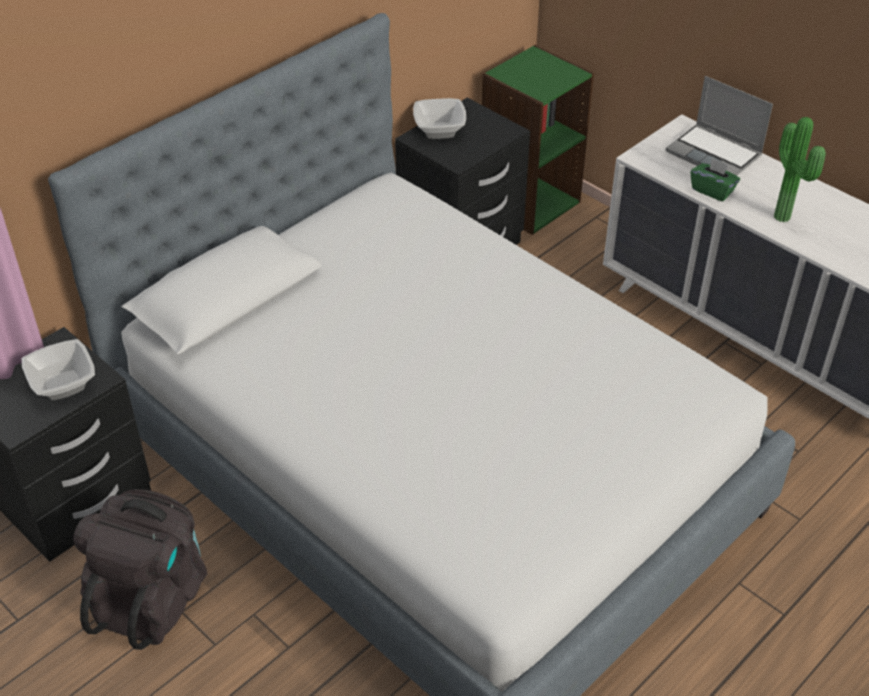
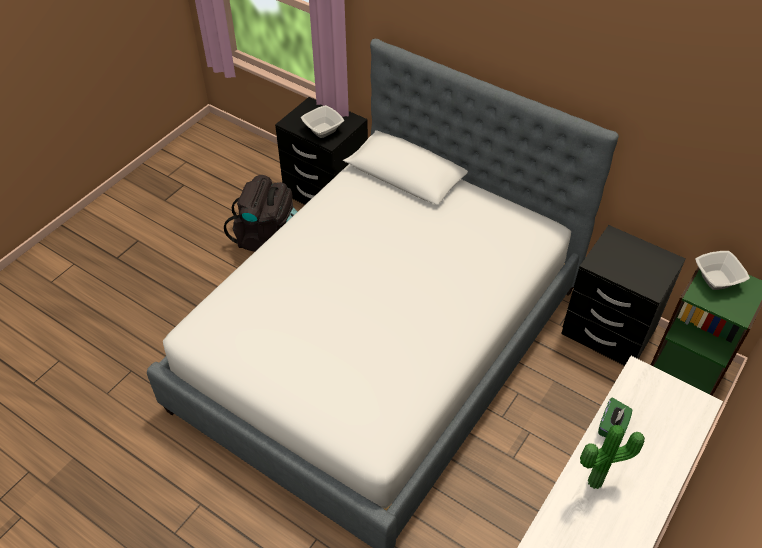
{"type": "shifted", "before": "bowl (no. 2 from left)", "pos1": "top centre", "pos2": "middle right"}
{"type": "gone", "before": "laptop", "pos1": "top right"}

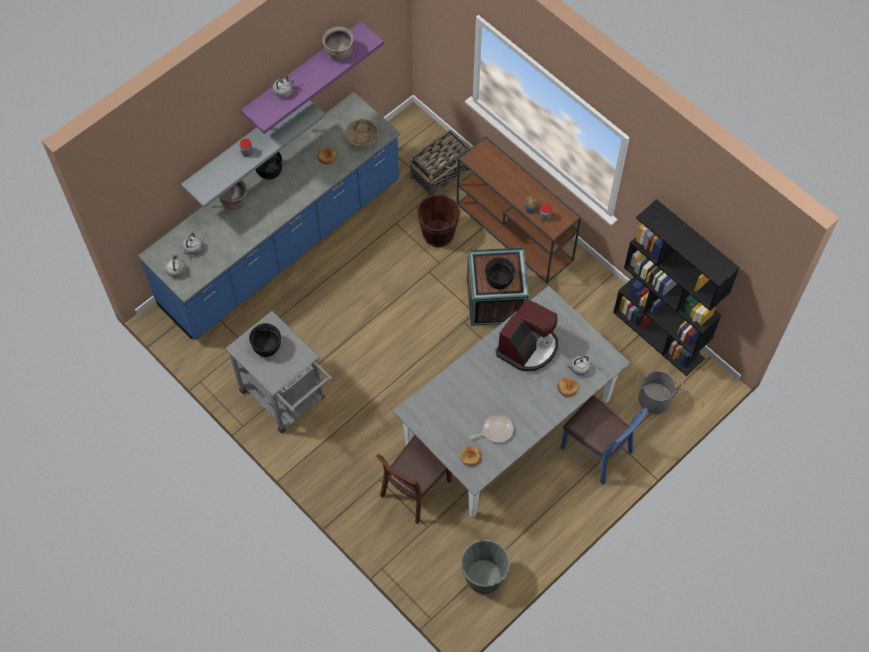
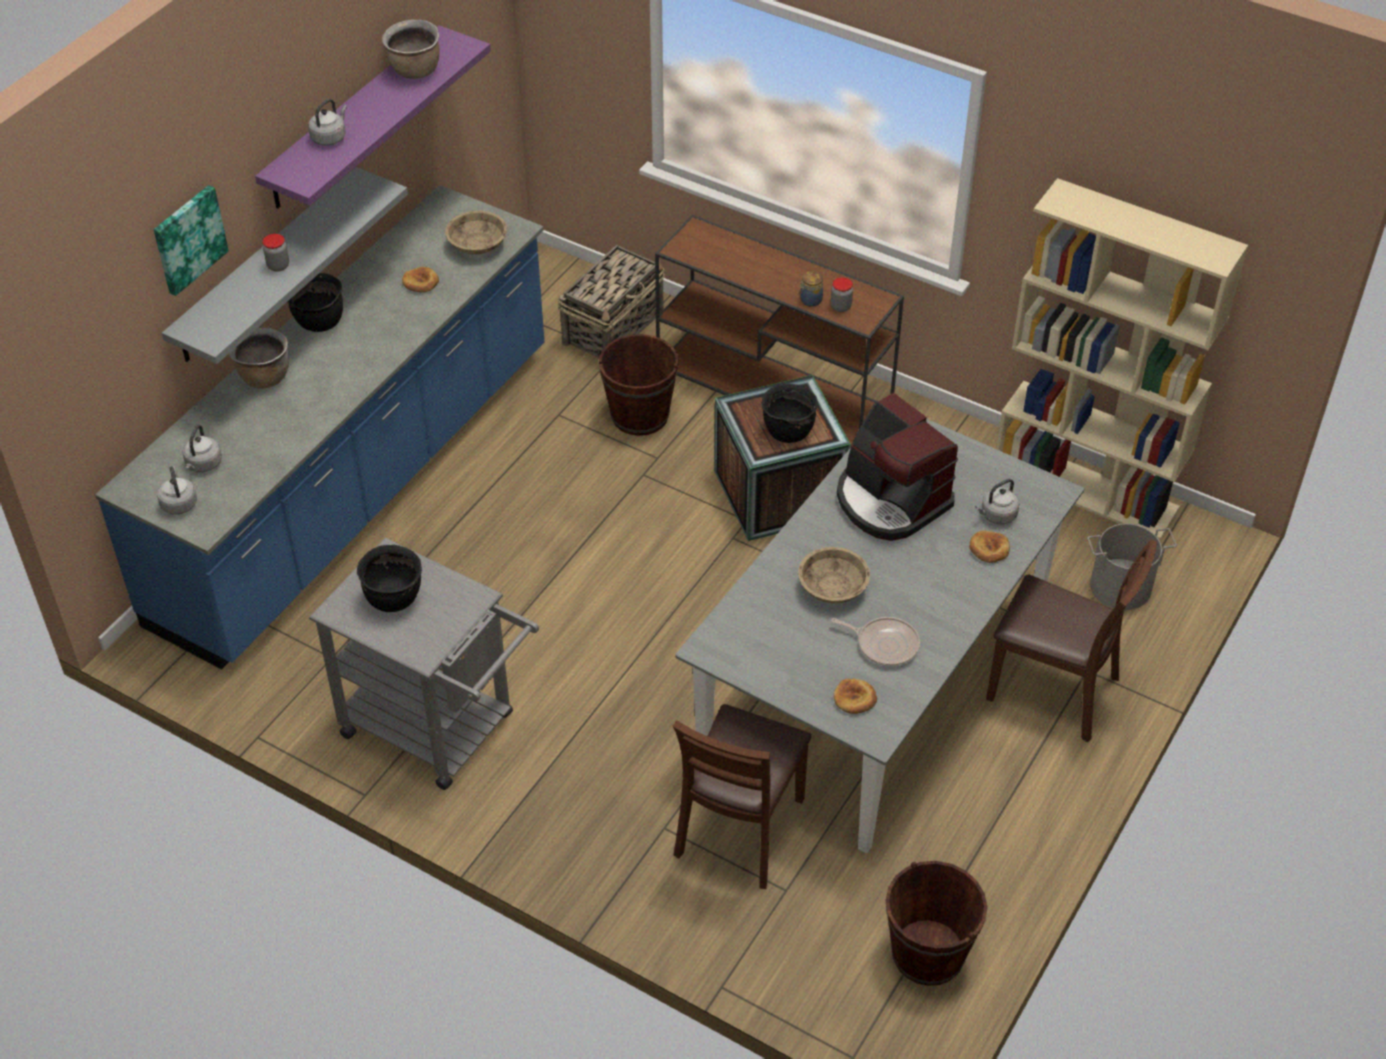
{"type": "new", "after": "wall picture", "pos2": "top left"}
{"type": "new", "after": "sand-coloured bowl (no. 2 from left)", "pos2": "centre"}
{"type": "rotated", "before": "pan", "pos1": "centre", "pos2": "centre", "turn": 60}
{"type": "rotated", "before": "coffee brewer", "pos1": "centre", "pos2": "centre", "turn": 120}
{"type": "repainted", "before": "greyish pail (no. 1 from left)", "after": "brown-coloured pail (no. 2 from left)", "pos1": "bottom centre", "pos2": "bottom right"}
{"type": "repainted", "before": "blue-coloured plain chair", "after": "brown-coloured plain chair (no. 2 from left)", "pos1": "bottom right", "pos2": "middle right"}
{"type": "repainted", "before": "black bookshelf", "after": "sand-coloured bookshelf", "pos1": "middle right", "pos2": "middle right"}

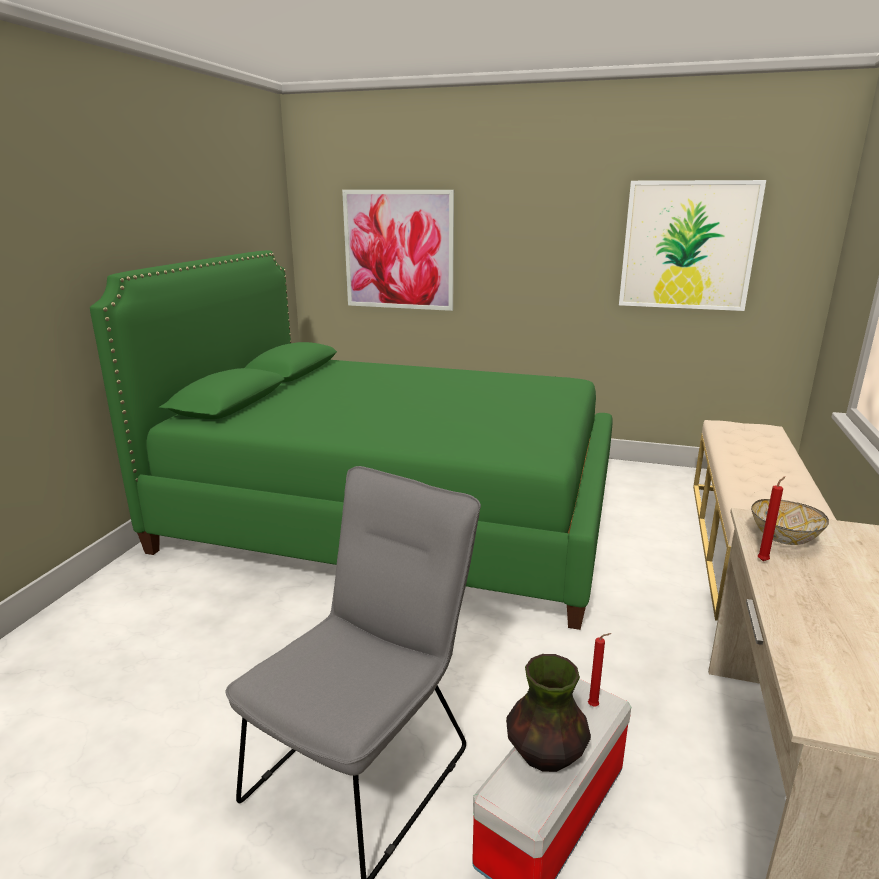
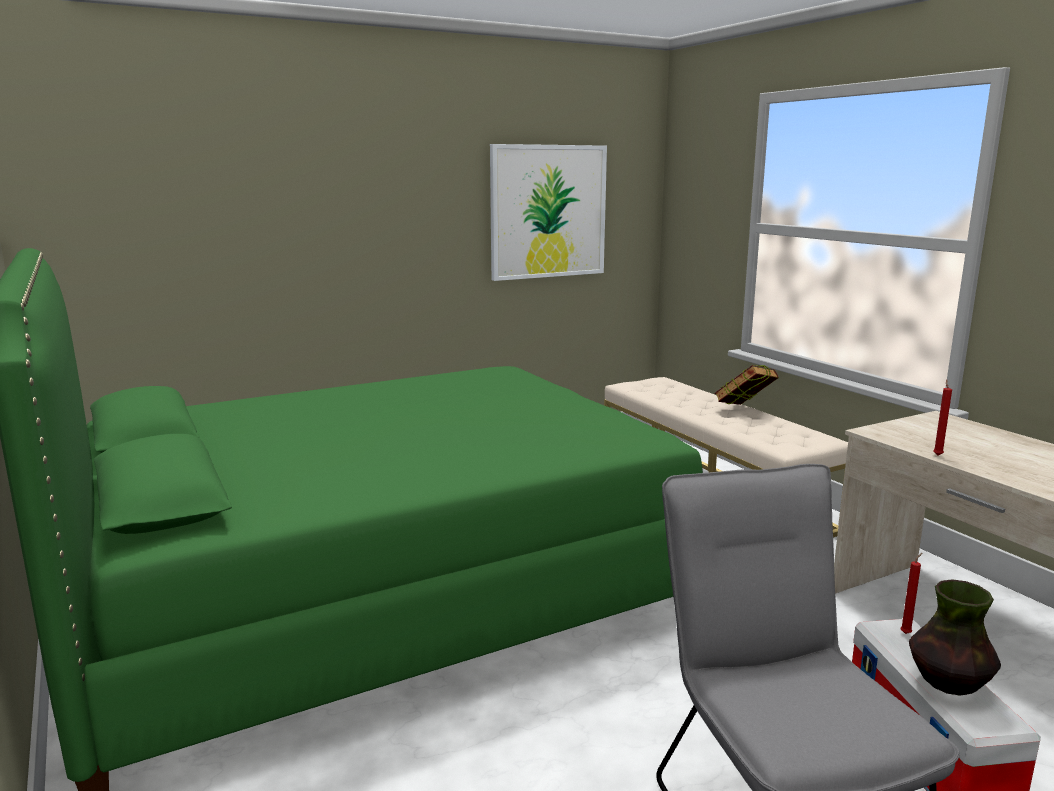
{"type": "new", "after": "bound book", "pos2": "middle right"}
{"type": "gone", "before": "wall picture (no. 1 from left)", "pos1": "top centre"}
{"type": "gone", "before": "bowl", "pos1": "middle right"}

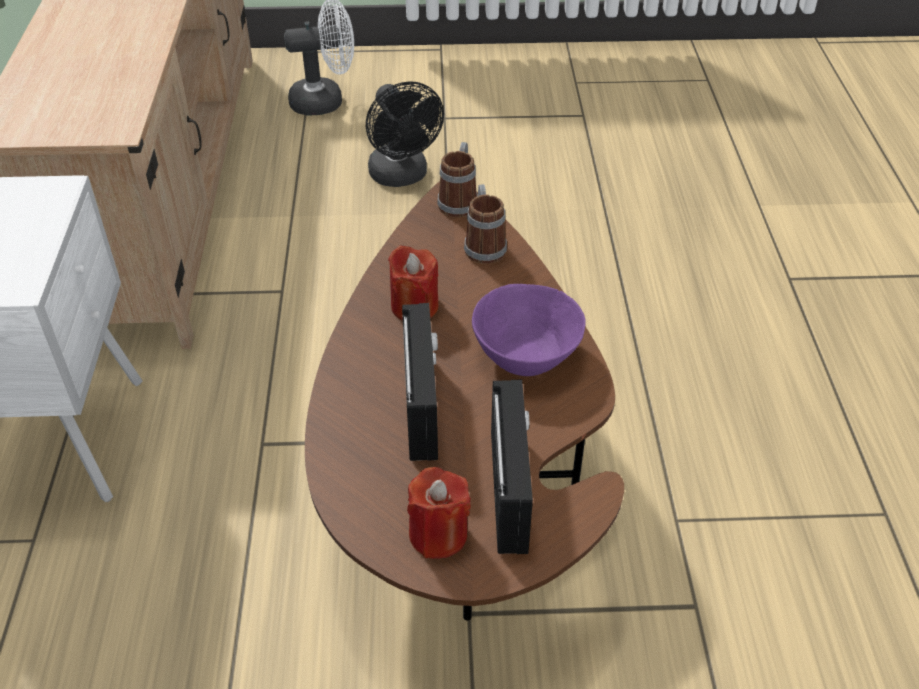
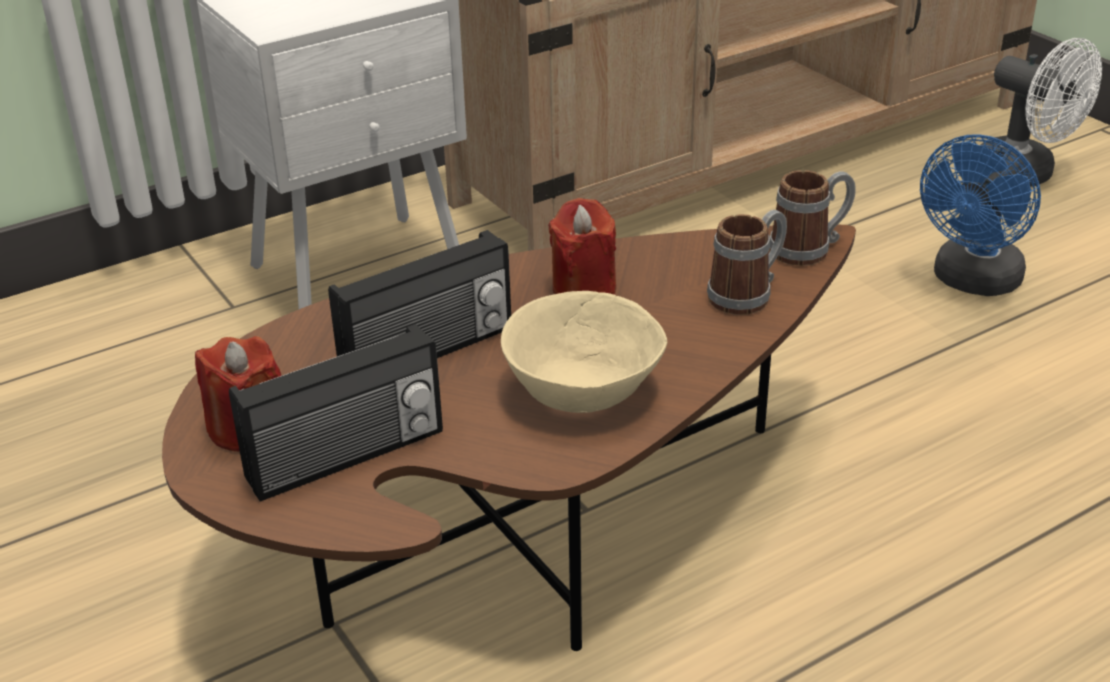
{"type": "repainted", "before": "purplish bowl", "after": "sand-coloured bowl", "pos1": "centre", "pos2": "centre"}
{"type": "repainted", "before": "black electric fan", "after": "blue-coloured electric fan", "pos1": "top centre", "pos2": "top right"}

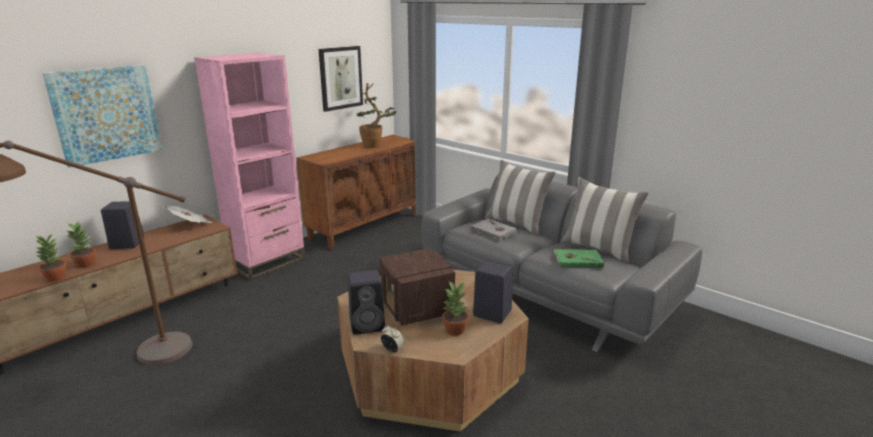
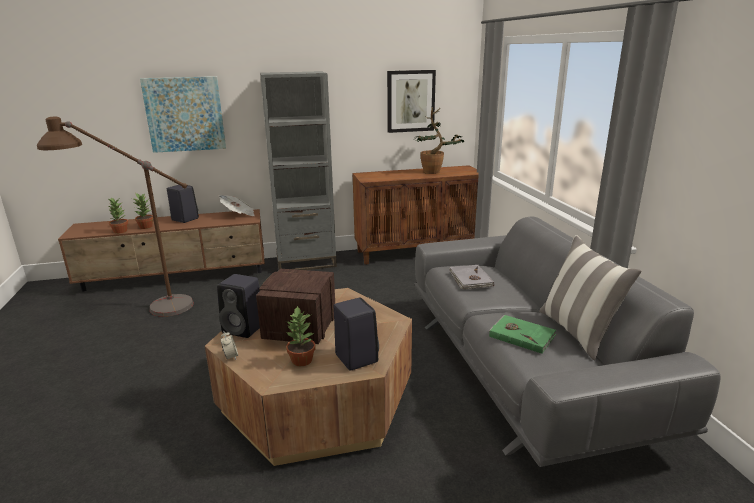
{"type": "repainted", "before": "pink bookshelf", "after": "greyish bookshelf", "pos1": "middle left", "pos2": "centre"}
{"type": "gone", "before": "cushion (no. 1 from left)", "pos1": "centre"}

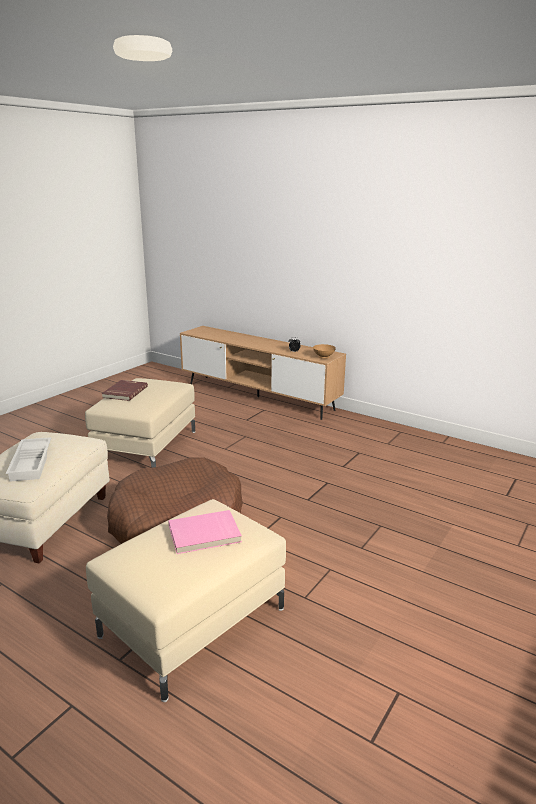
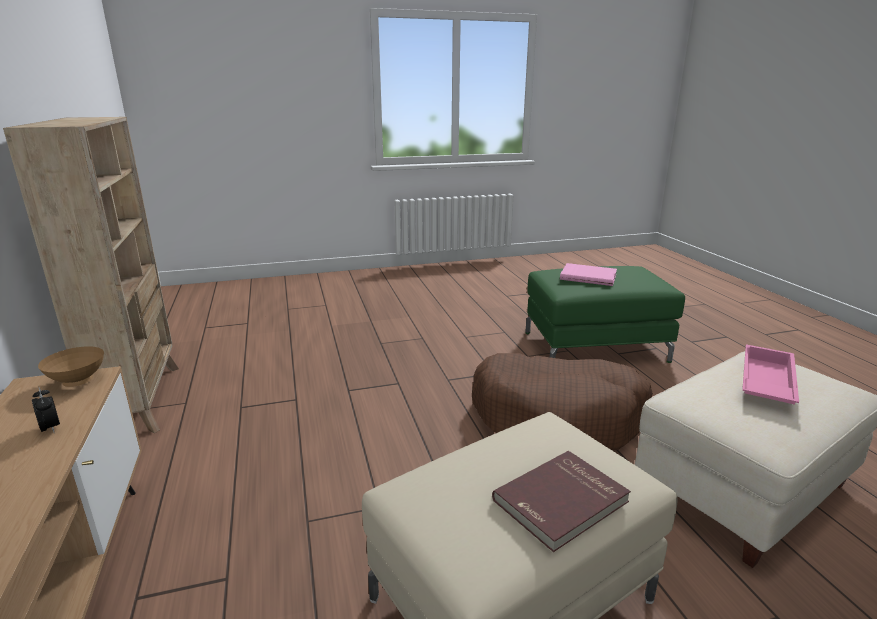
{"type": "new", "after": "sand-coloured bookshelf", "pos2": "middle left"}
{"type": "repainted", "before": "sand-coloured pouffe (no. 3 from left)", "after": "green pouffe", "pos1": "bottom centre", "pos2": "middle right"}
{"type": "repainted", "before": "white tray", "after": "pink tray", "pos1": "middle left", "pos2": "middle right"}

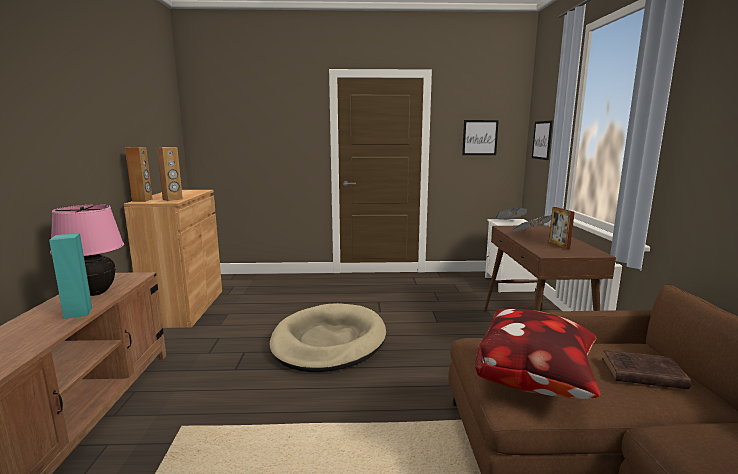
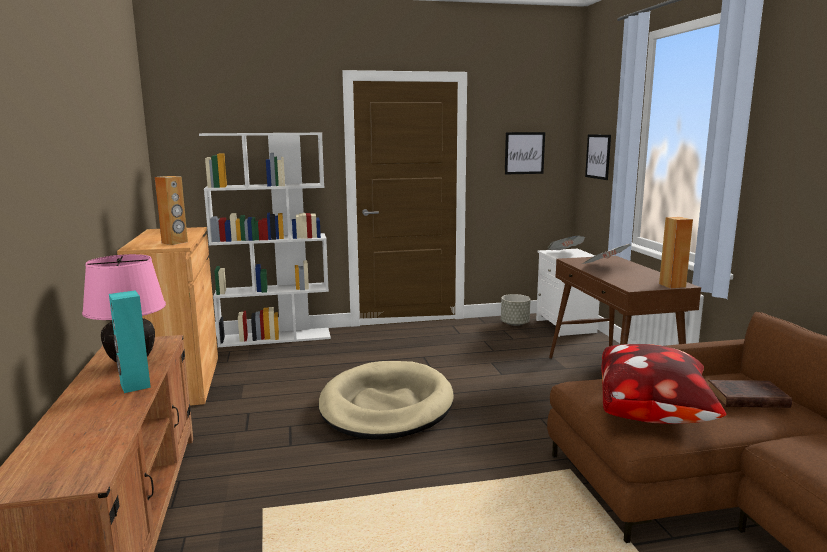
{"type": "new", "after": "white bookshelf", "pos2": "middle left"}
{"type": "new", "after": "greyish flower pot", "pos2": "centre"}
{"type": "shifted", "before": "brown-coloured speaker (no. 1 from left in the first image)", "after": "brown-coloured speaker (no. 2 from left)", "pos1": "middle left", "pos2": "middle right"}
{"type": "gone", "before": "standing frame", "pos1": "middle right"}

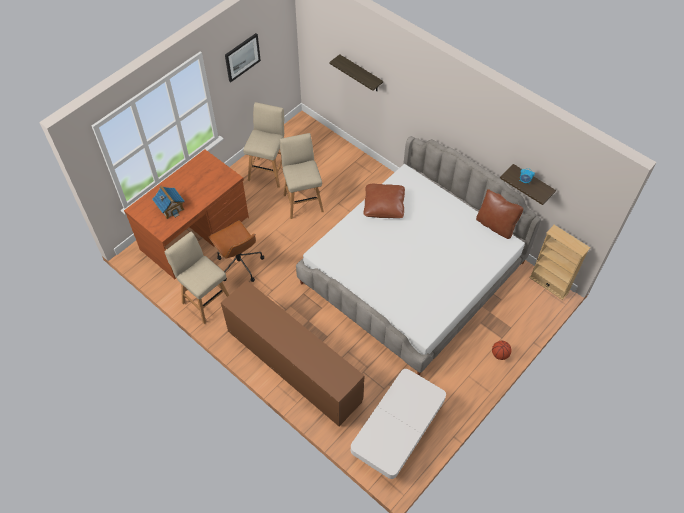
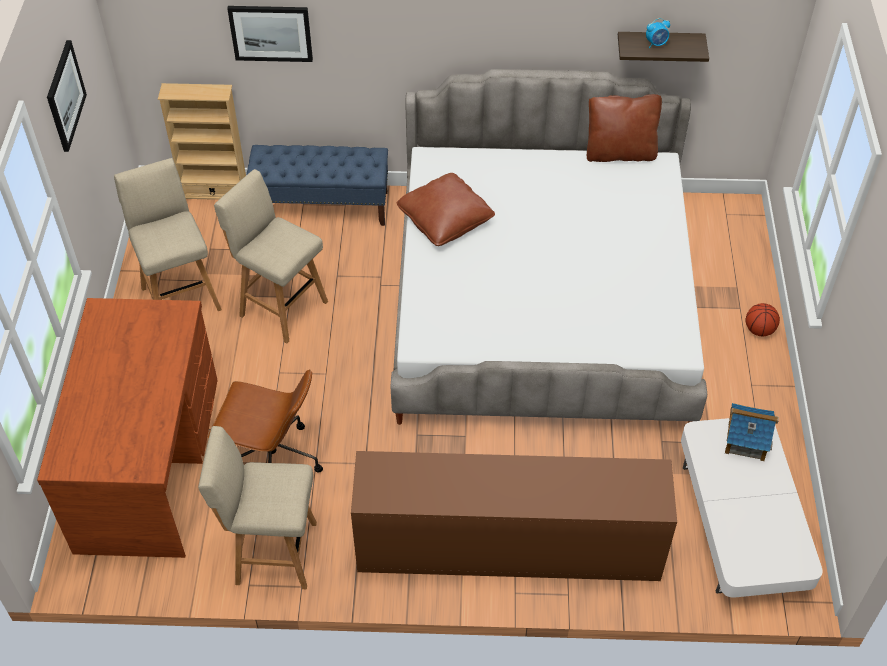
{"type": "shifted", "before": "sand-coloured bookshelf", "pos1": "middle right", "pos2": "top left"}
{"type": "swapped", "before": "bracket shelf (no. 1 from left)", "after": "wall picture (no. 2 from left)", "pos1": "top centre", "pos2": "top left"}
{"type": "new", "after": "blue-coloured long seat", "pos2": "top centre"}
{"type": "shifted", "before": "toy house", "pos1": "middle left", "pos2": "middle right"}

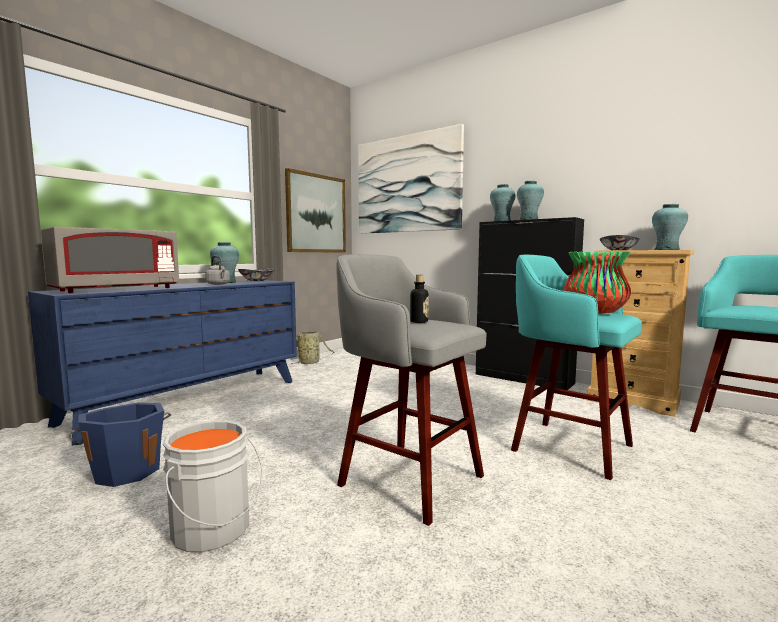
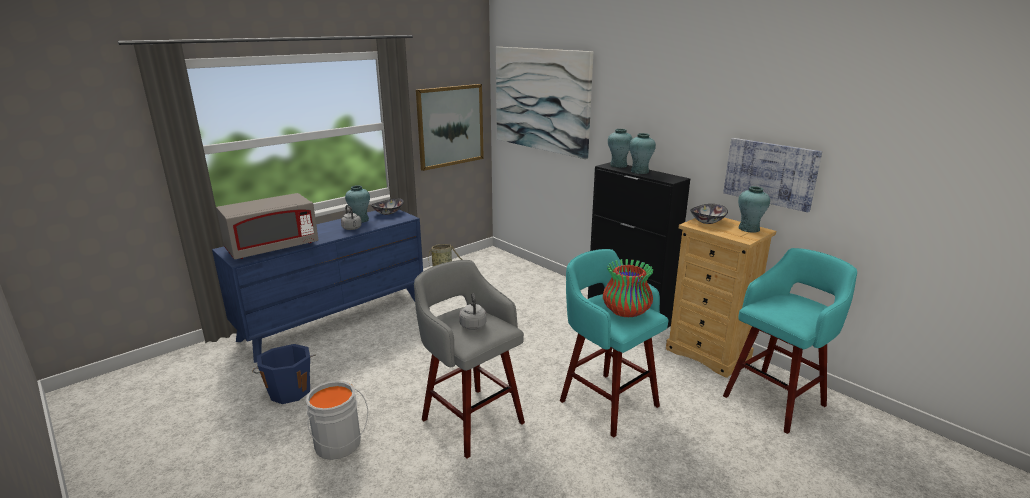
{"type": "swapped", "before": "drink bottle", "after": "greyish water kettle (no. 2 from left)", "pos1": "centre", "pos2": "centre"}
{"type": "new", "after": "wall picture (no. 3 from left)", "pos2": "middle right"}

